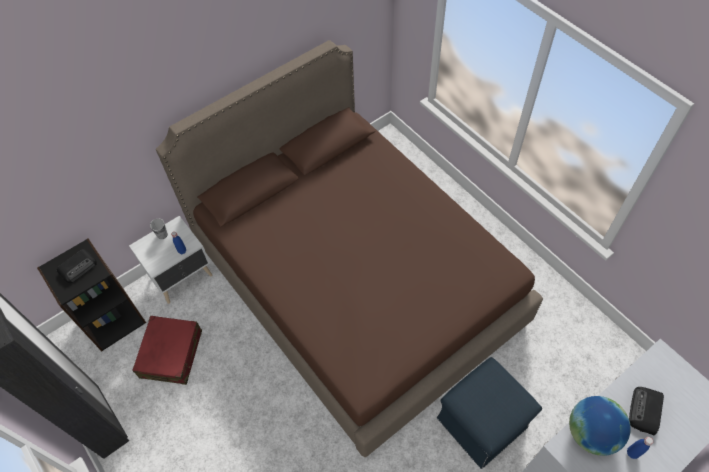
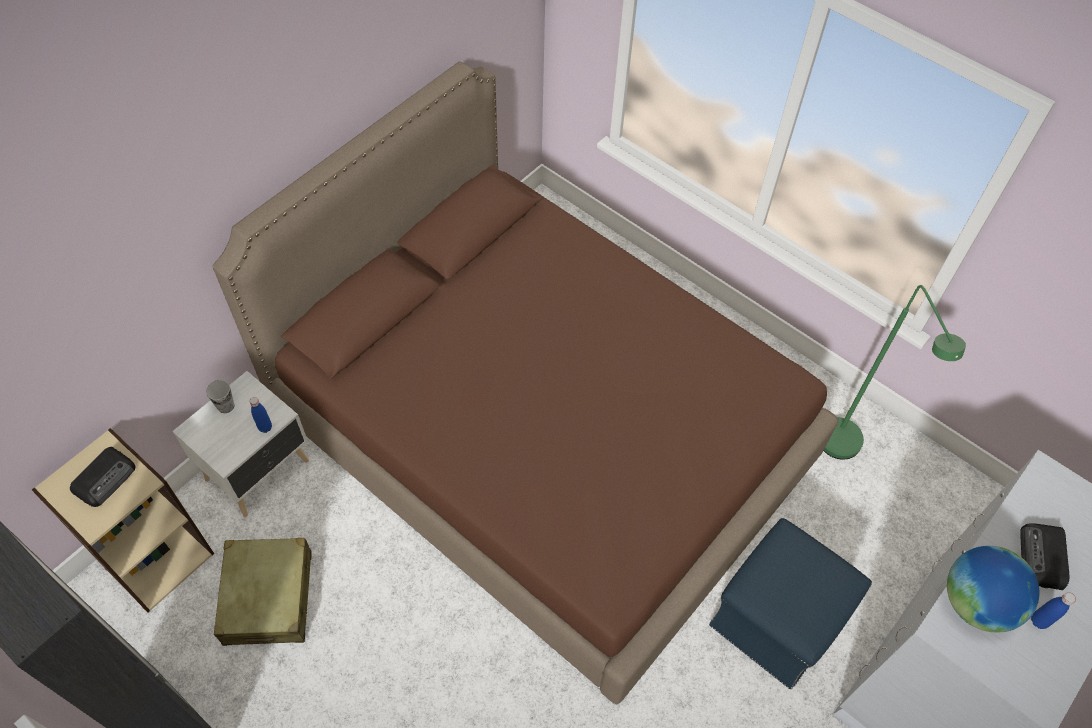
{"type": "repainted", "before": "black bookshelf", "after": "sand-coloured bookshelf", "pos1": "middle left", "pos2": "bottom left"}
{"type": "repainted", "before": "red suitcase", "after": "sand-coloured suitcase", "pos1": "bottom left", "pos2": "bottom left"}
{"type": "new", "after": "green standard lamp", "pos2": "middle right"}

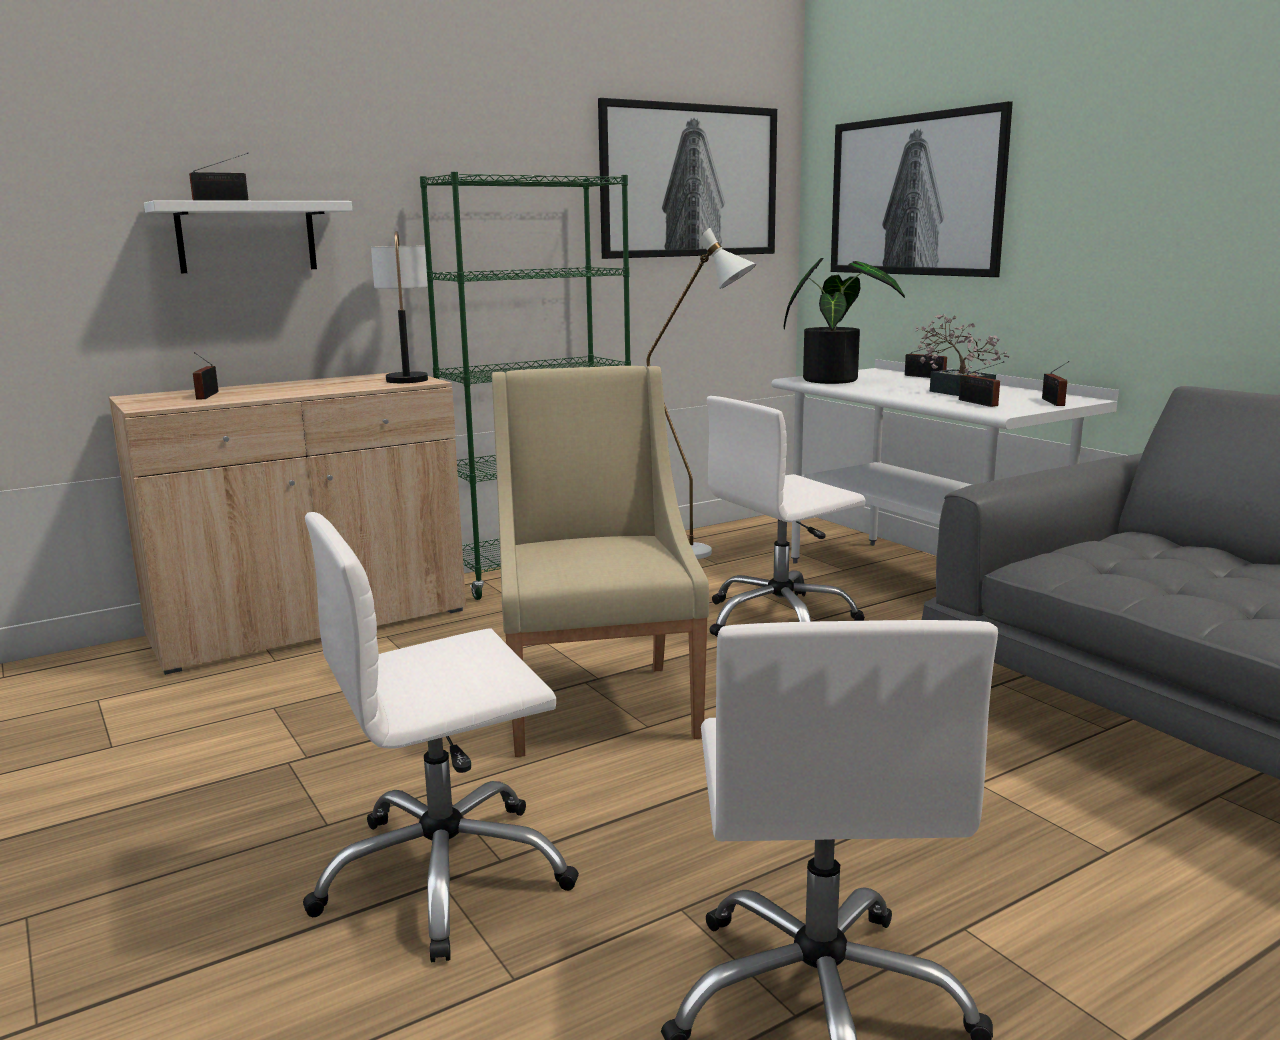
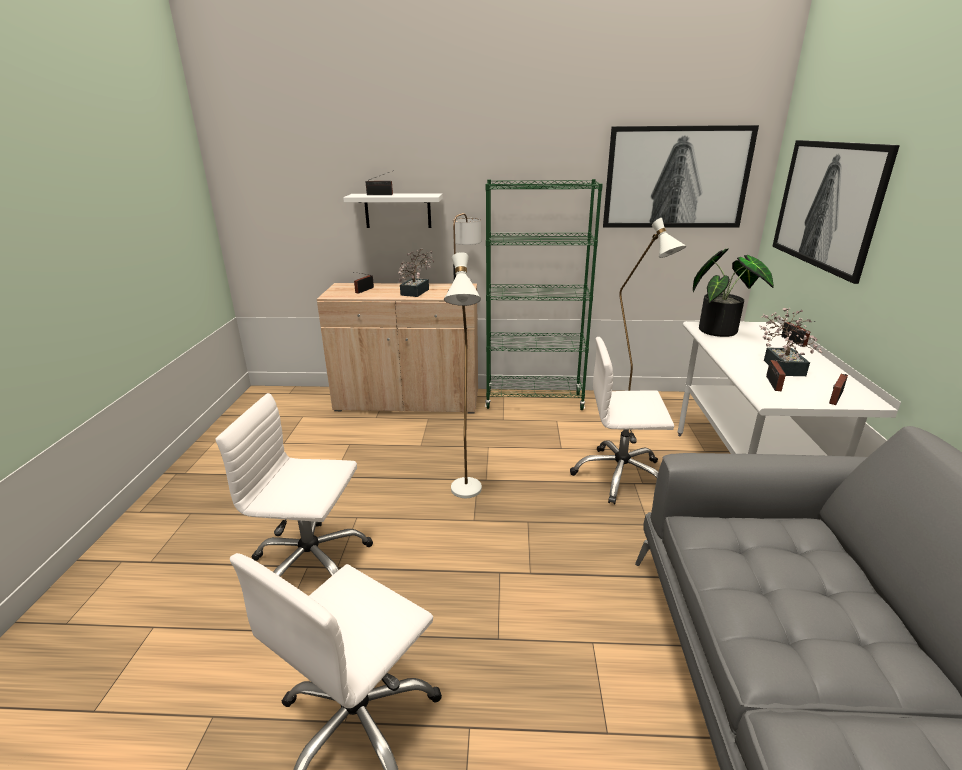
{"type": "new", "after": "potted plant (no. 1 from left)", "pos2": "centre"}
{"type": "swapped", "before": "sand-coloured lounge chair", "after": "white standard lamp (no. 1 from left)", "pos1": "centre", "pos2": "centre"}

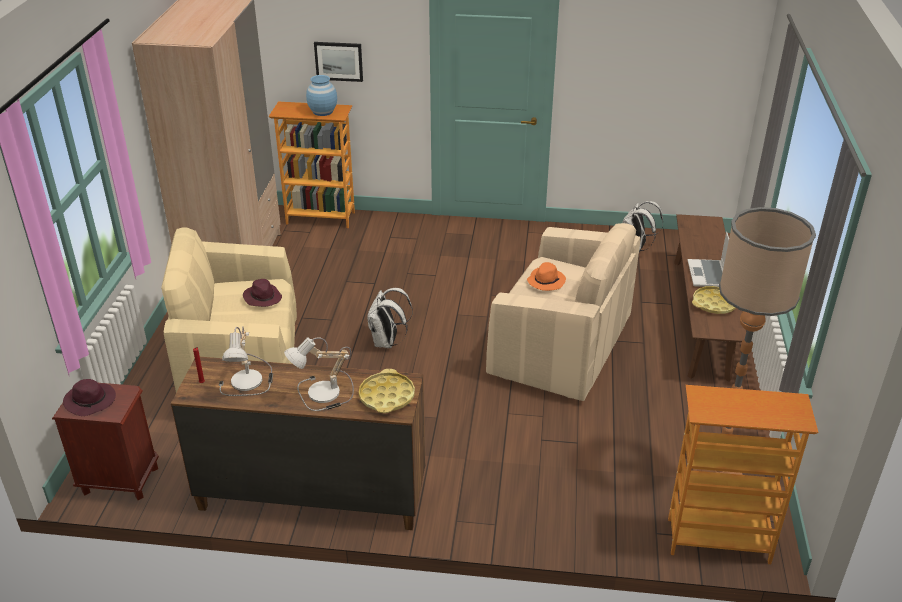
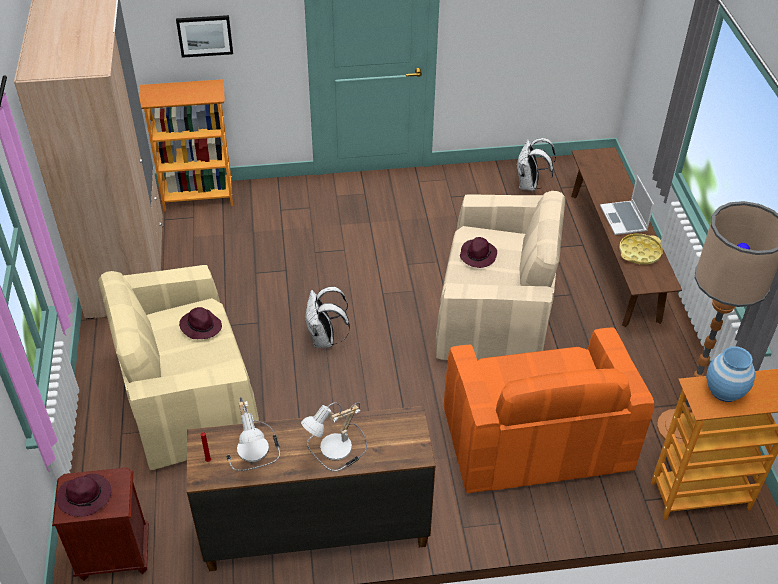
{"type": "new", "after": "orange lounge chair", "pos2": "bottom right"}
{"type": "repainted", "before": "orange clothing hat", "after": "purplish clothing hat (no. 3 from left)", "pos1": "centre", "pos2": "centre"}
{"type": "shifted", "before": "blue-coloured flower vase", "pos1": "top centre", "pos2": "middle right"}
{"type": "gone", "before": "yellow tray (no. 1 from left)", "pos1": "centre"}

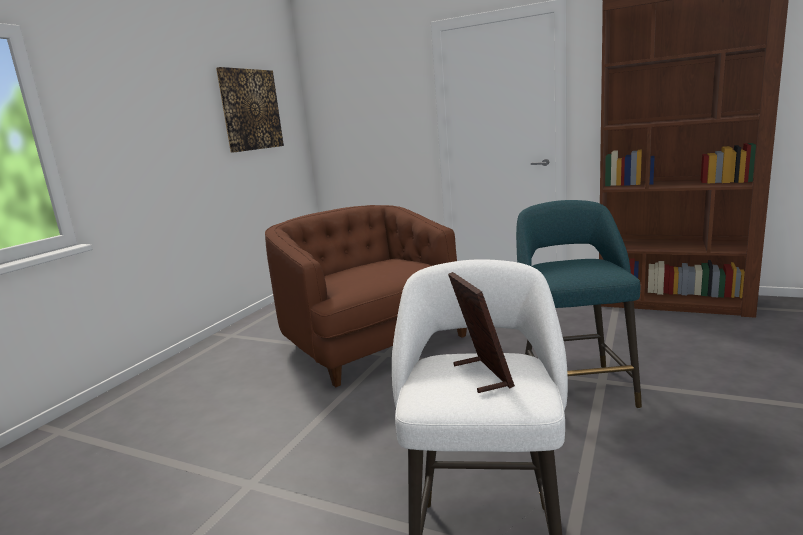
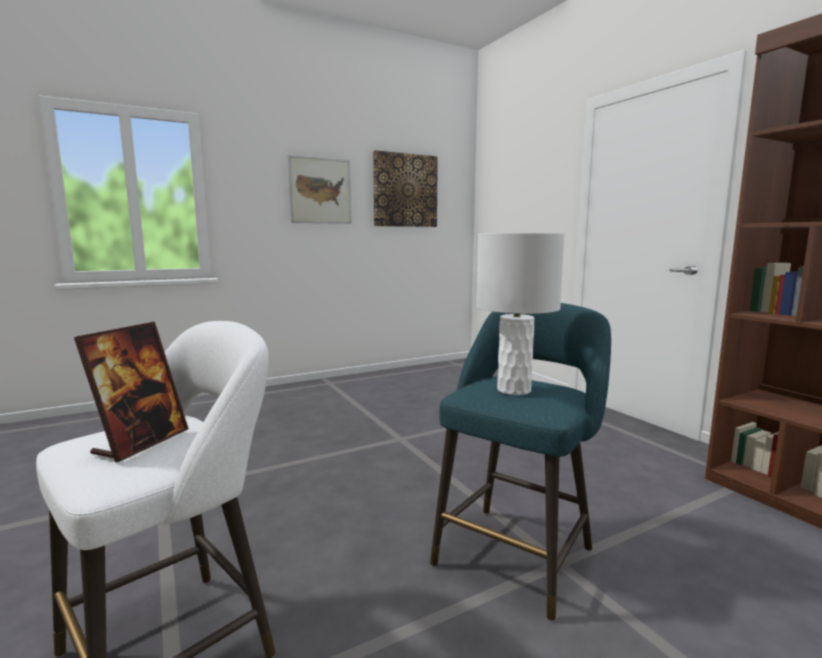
{"type": "new", "after": "wall picture (no. 1 from left)", "pos2": "top centre"}
{"type": "new", "after": "white table lamp", "pos2": "centre"}
{"type": "gone", "before": "brown-coloured lounge chair", "pos1": "centre"}

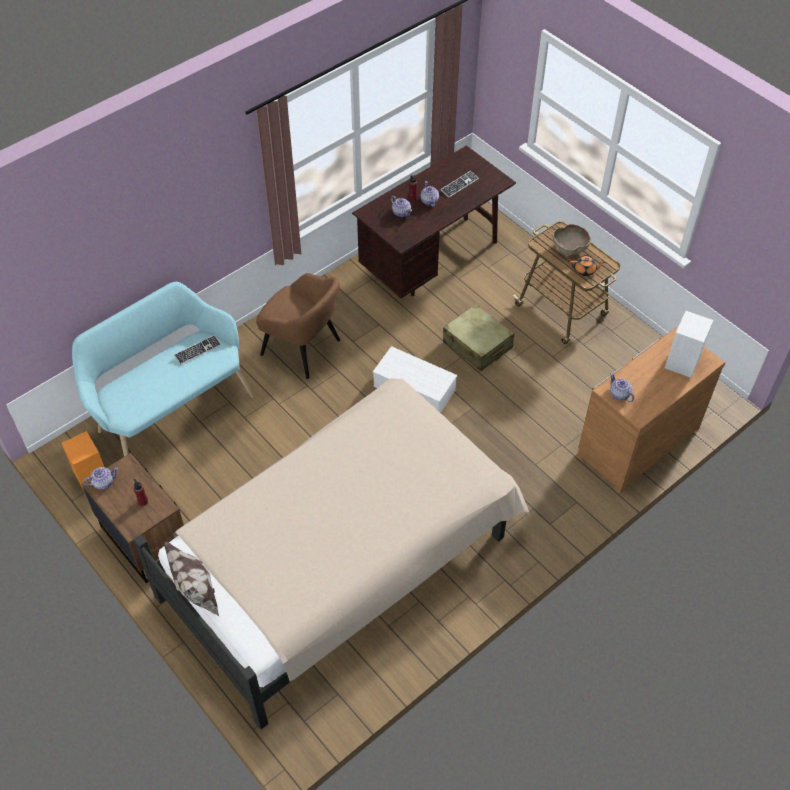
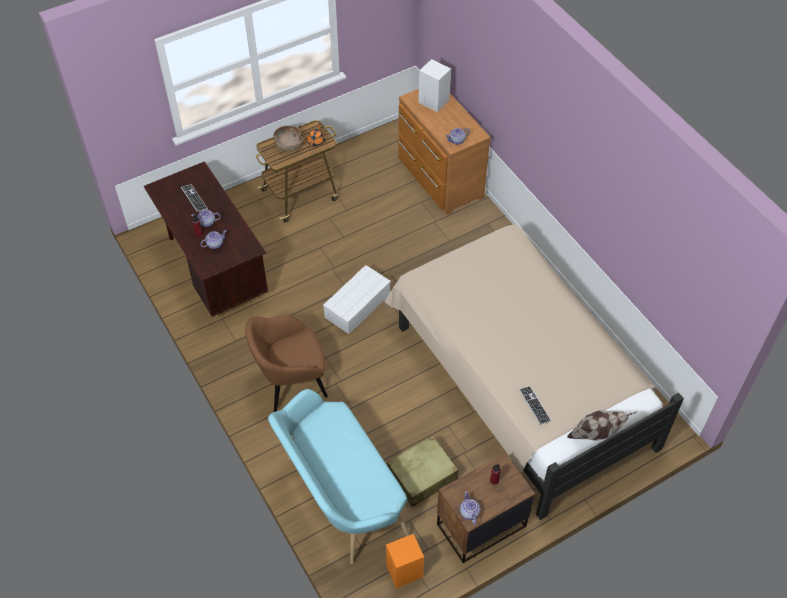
{"type": "rotated", "before": "brown-coloured lounge chair", "pos1": "centre", "pos2": "centre", "turn": -150}
{"type": "shifted", "before": "sand-coloured suitcase", "pos1": "centre", "pos2": "bottom centre"}
{"type": "shifted", "before": "computer keyboard (no. 1 from left in the first image)", "after": "computer keyboard (no. 2 from left)", "pos1": "middle left", "pos2": "bottom right"}

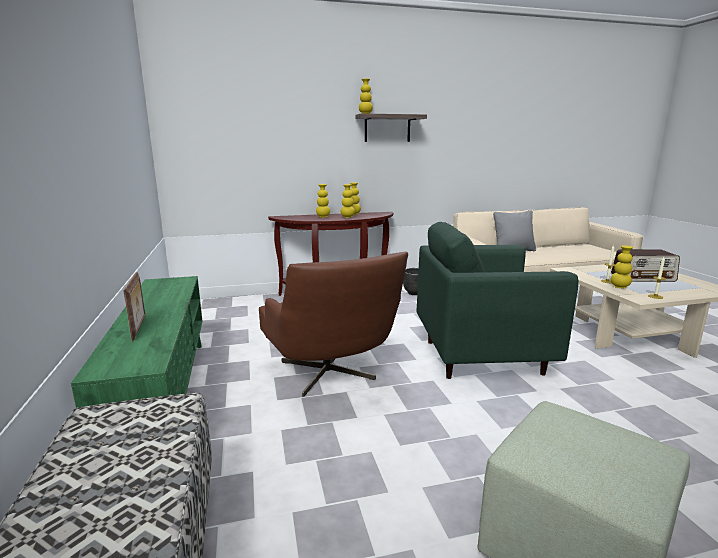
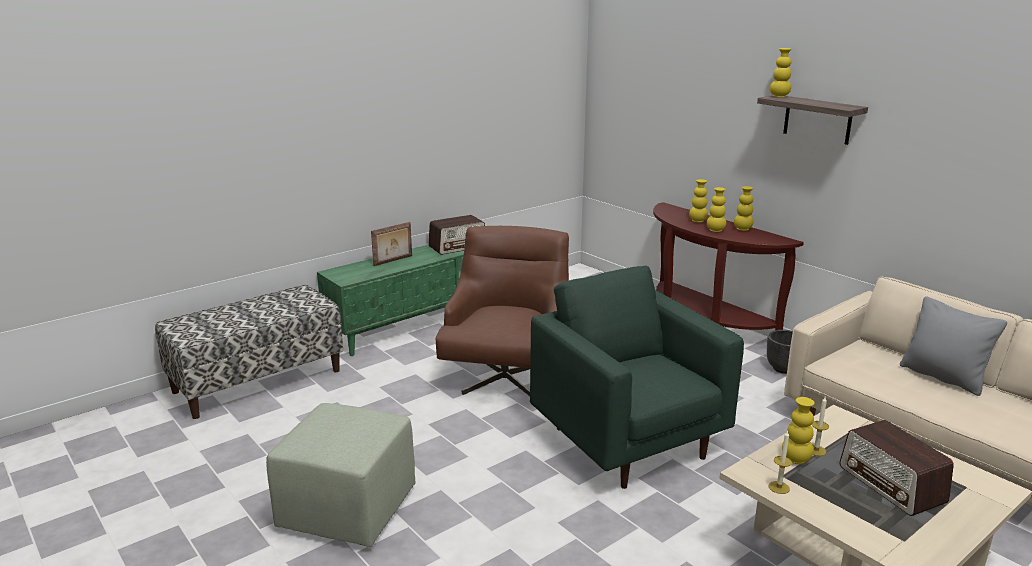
{"type": "new", "after": "radio (no. 1 from left)", "pos2": "centre"}
{"type": "rotated", "before": "brown-coloured lounge chair", "pos1": "centre", "pos2": "centre", "turn": 150}

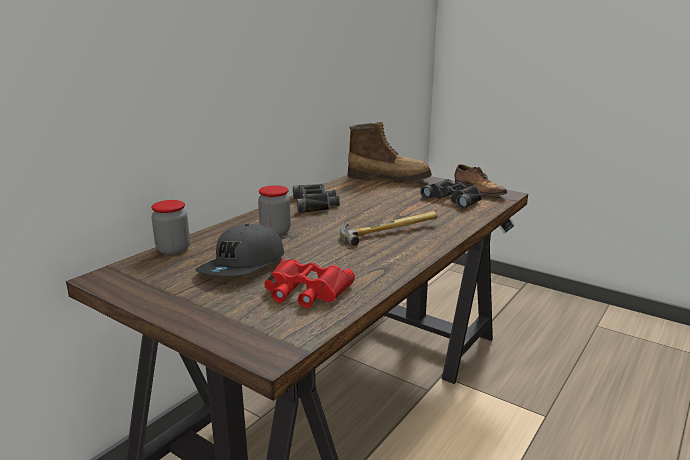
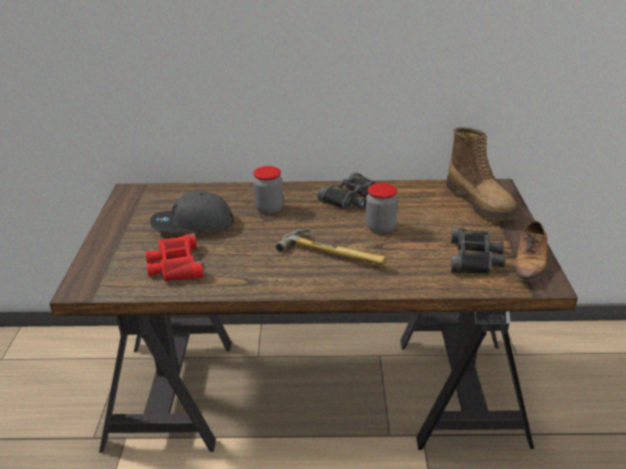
{"type": "shifted", "before": "preserve jar (no. 1 from left in the first image)", "after": "preserve jar (no. 2 from left)", "pos1": "middle left", "pos2": "centre"}

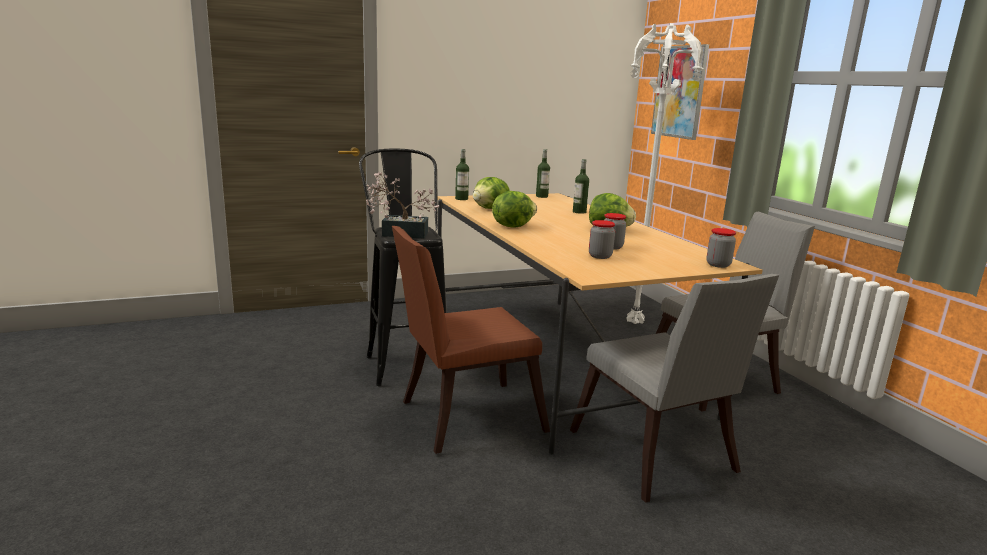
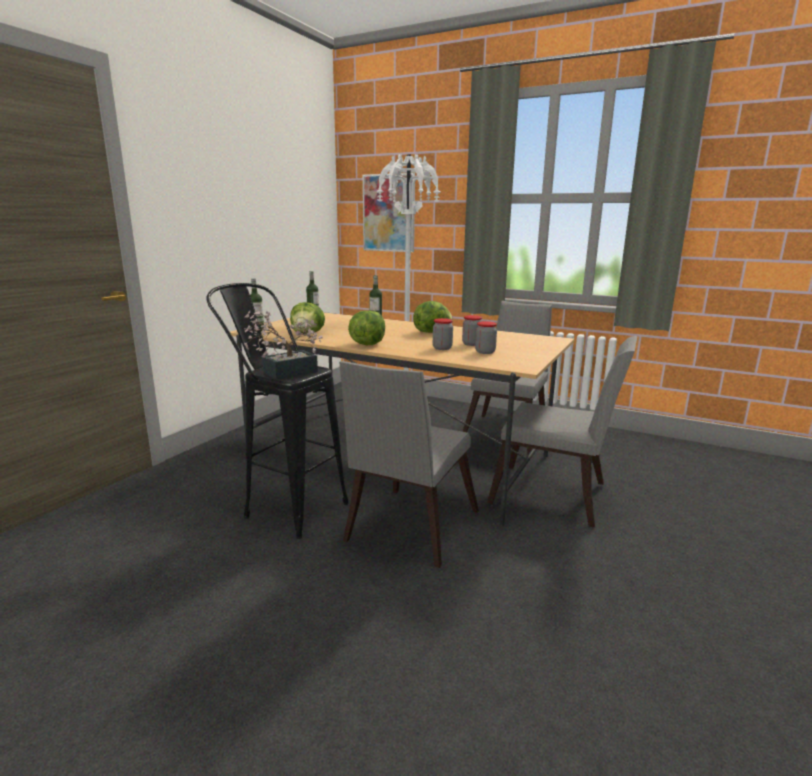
{"type": "repainted", "before": "brown-coloured plain chair", "after": "greyish plain chair (no. 1 from left)", "pos1": "centre", "pos2": "centre"}
{"type": "shifted", "before": "preserve jar (no. 3 from left in the first image)", "after": "preserve jar (no. 1 from left)", "pos1": "middle right", "pos2": "centre"}

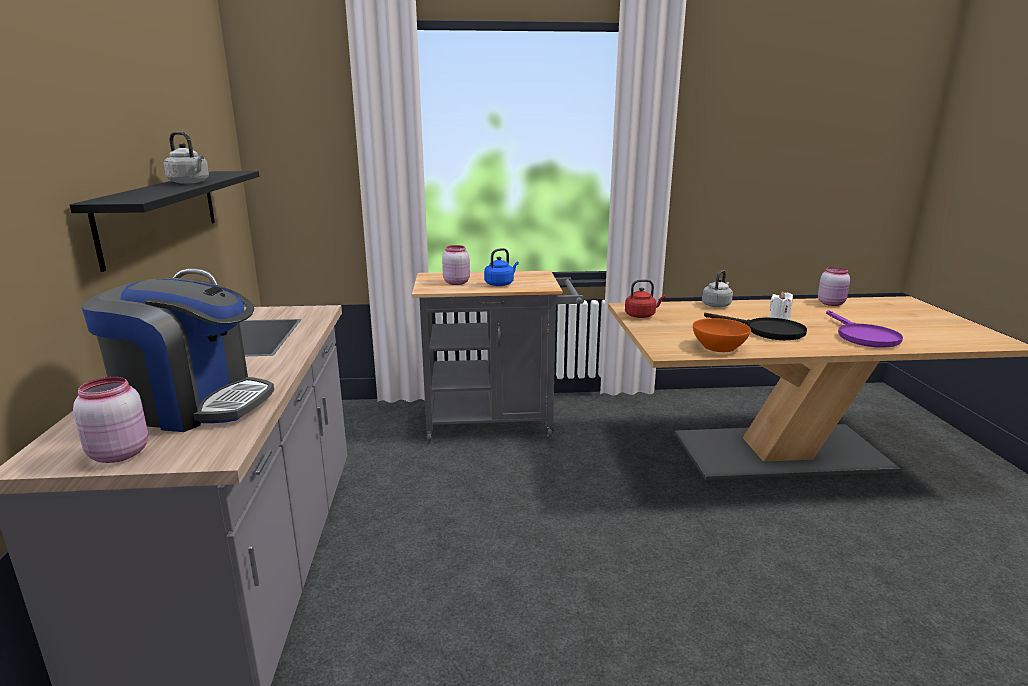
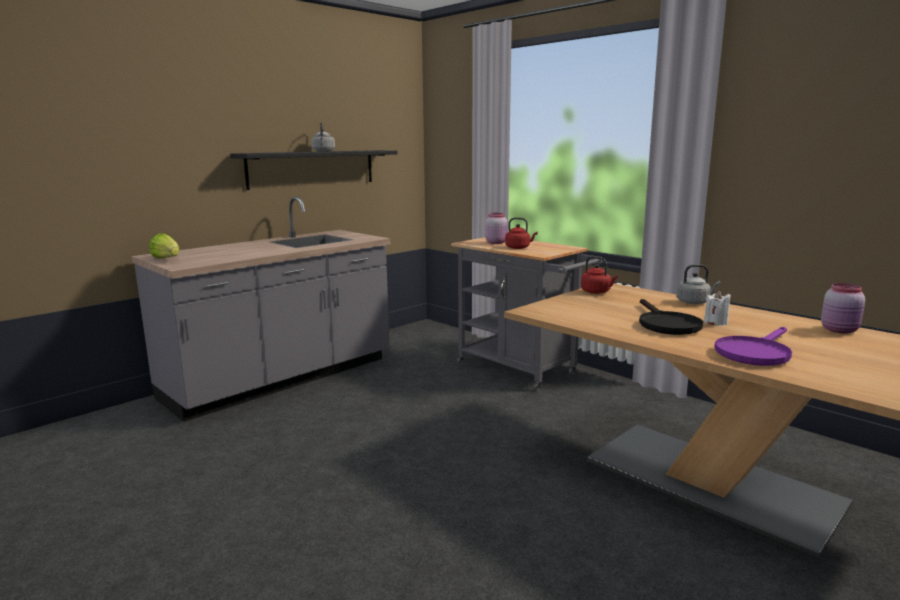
{"type": "swapped", "before": "pink preserve jar (no. 1 from left)", "after": "lettuce", "pos1": "middle left", "pos2": "middle left"}
{"type": "repainted", "before": "blue-coloured water kettle", "after": "red water kettle (no. 1 from left)", "pos1": "centre", "pos2": "centre"}
{"type": "gone", "before": "coffee brewer", "pos1": "middle left"}
{"type": "gone", "before": "orange bowl", "pos1": "middle right"}

